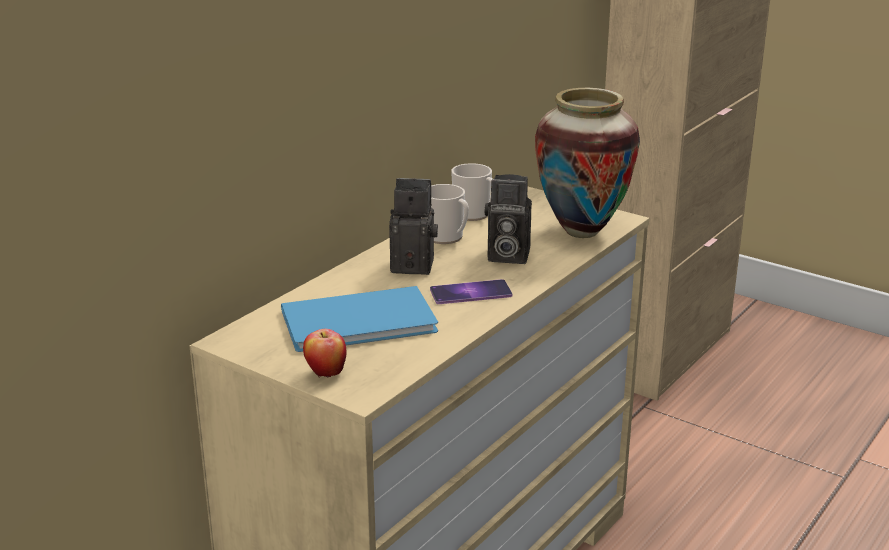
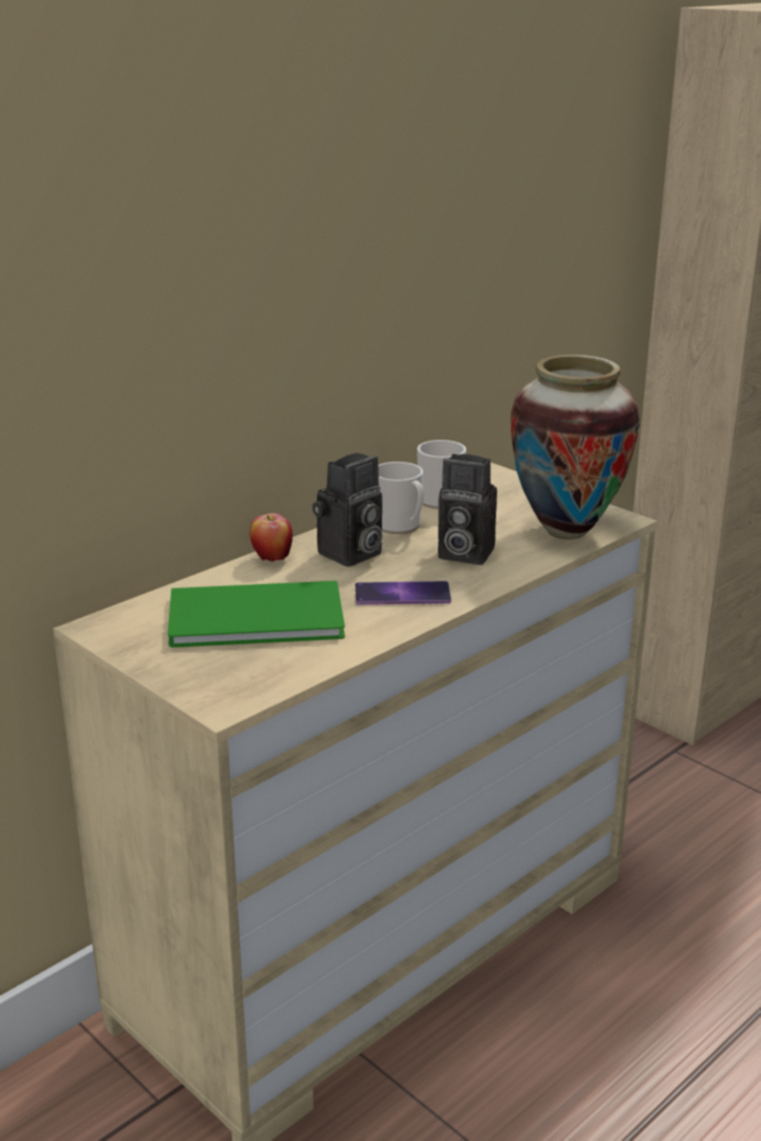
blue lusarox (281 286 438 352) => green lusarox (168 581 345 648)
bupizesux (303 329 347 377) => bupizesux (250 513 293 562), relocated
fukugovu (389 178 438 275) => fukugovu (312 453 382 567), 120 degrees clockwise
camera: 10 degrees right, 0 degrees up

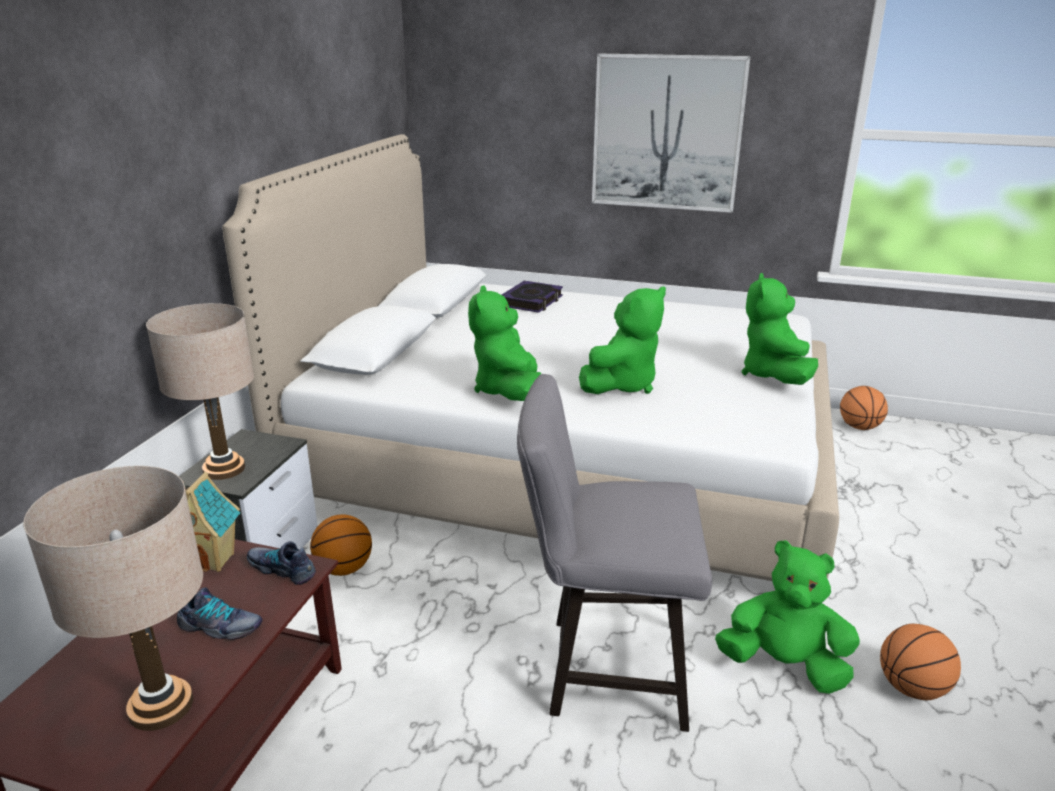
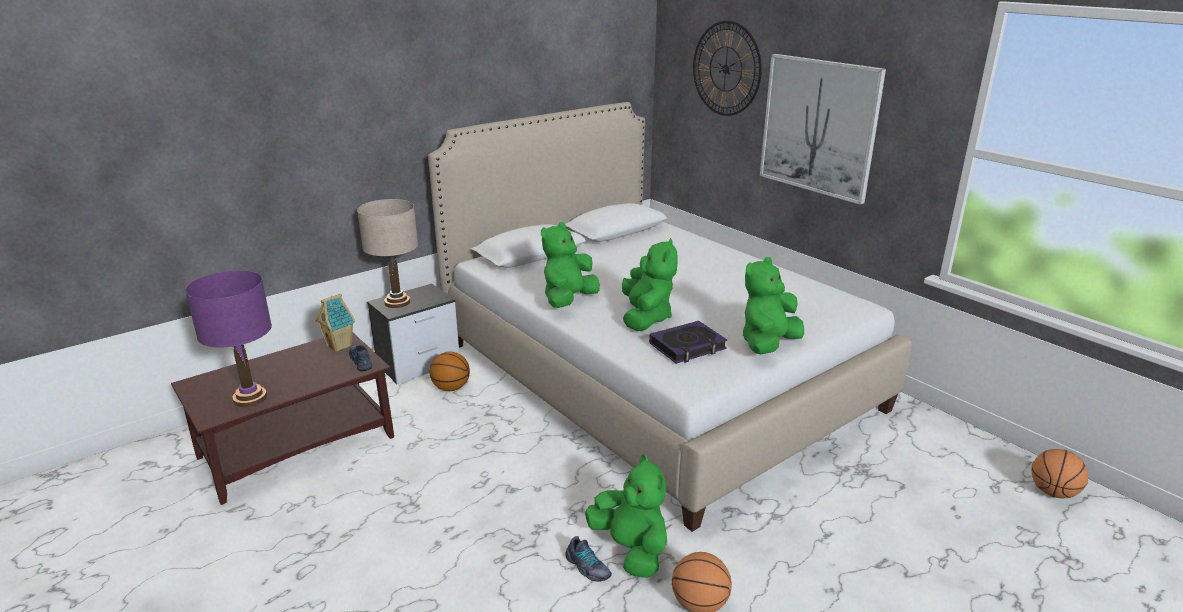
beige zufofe (23 466 203 731) => purple zufofe (185 270 272 407)
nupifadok (177 587 262 640) => nupifadok (565 536 612 582), relocated
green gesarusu (579 287 666 394) => green gesarusu (622 238 678 331), 75 degrees counterclockwise
lusarox (502 281 563 313) => lusarox (649 321 727 364), relocated
nothing => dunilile (693 21 762 116)
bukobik (840 386 888 430) => bukobik (1032 449 1088 498), relocated
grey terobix (517 374 712 732) => nothing
camera: 35 degrees right, 0 degrees up

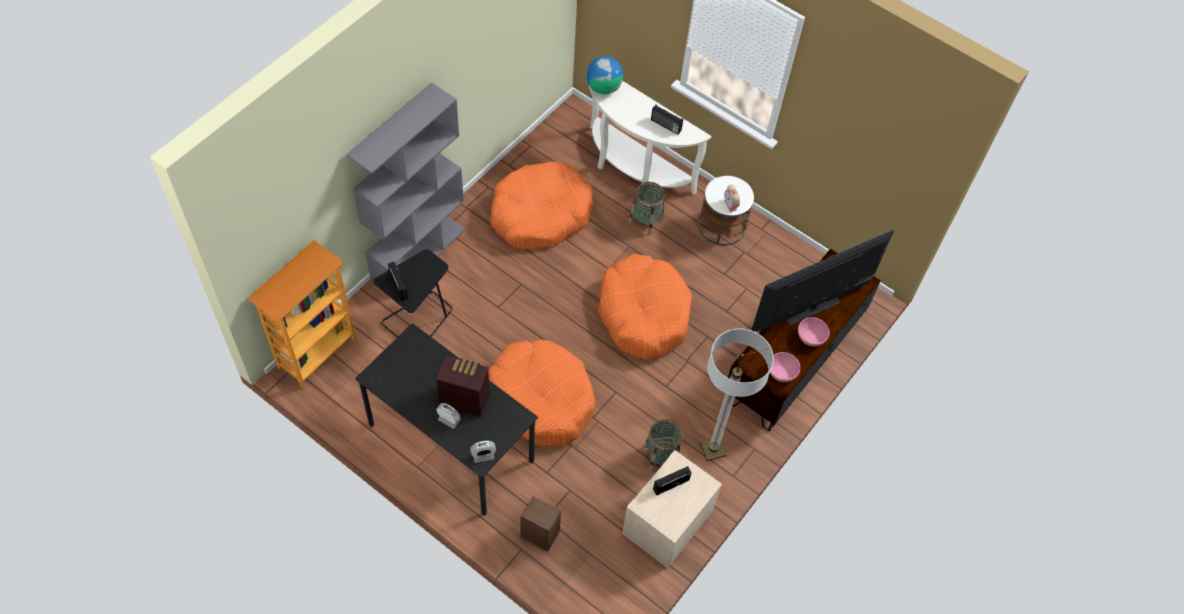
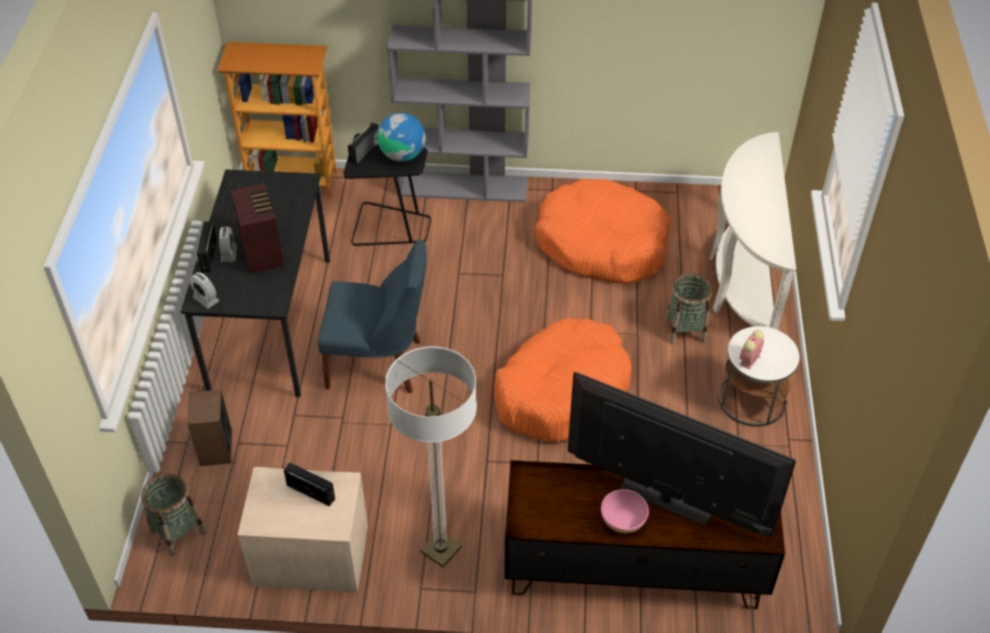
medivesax (644 419 683 471) => medivesax (141 473 206 556), relocated
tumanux (651 104 683 135) => tumanux (197 221 217 272), relocated
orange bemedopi (489 340 595 447) => blue terobix (318 240 426 393)
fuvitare (587 56 623 94) => fuvitare (377 113 425 162), relocated
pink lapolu (770 352 800 382) => nothing
camera: 60 degrees right, 10 degrees down

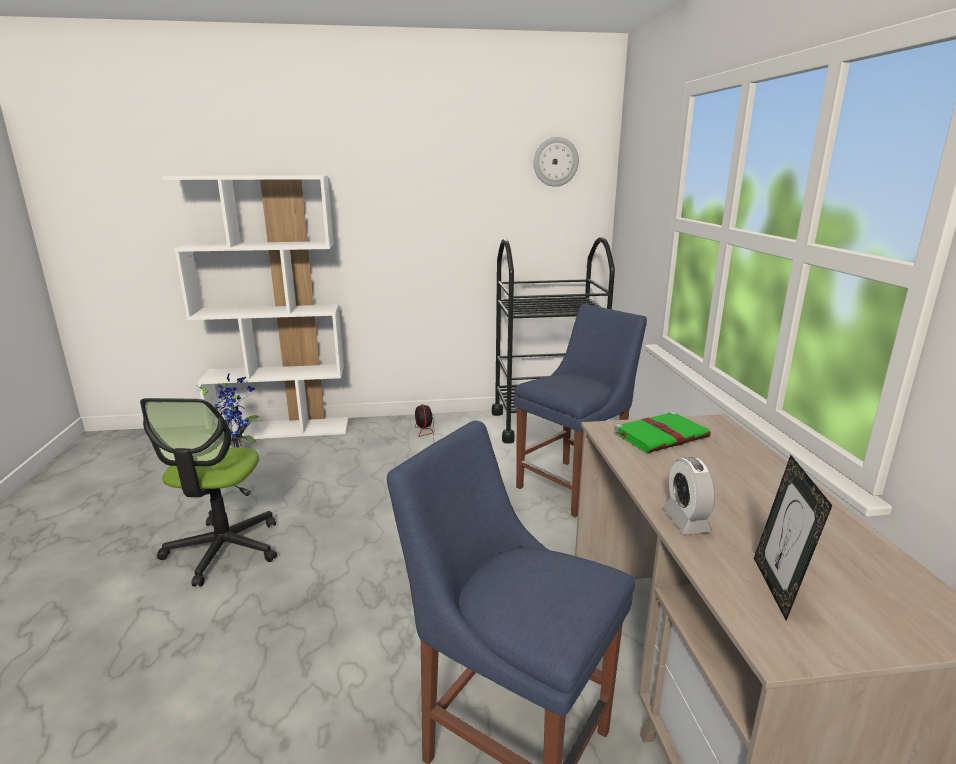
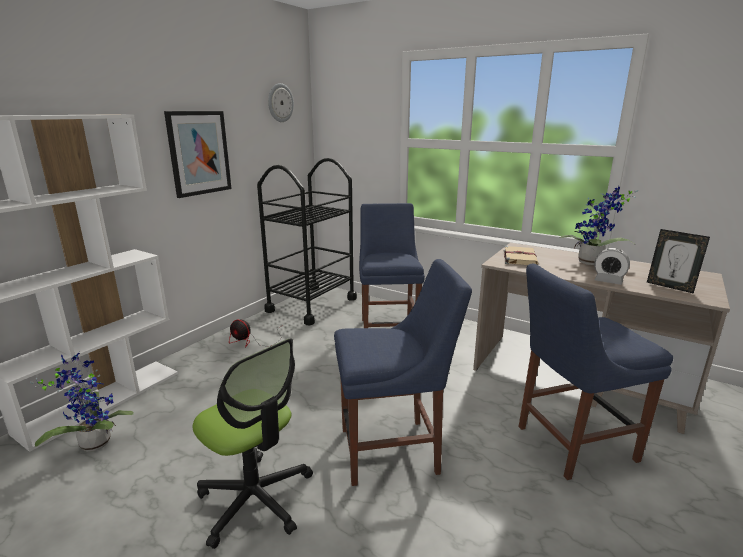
nothing => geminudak (164 111 232 198)
nothing => blue terobix (334 259 472 486)
green lusarox (614 411 711 453) => beige lusarox (504 246 539 265)
nothing => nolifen (559 186 638 265)
camera: 50 degrees left, 0 degrees up

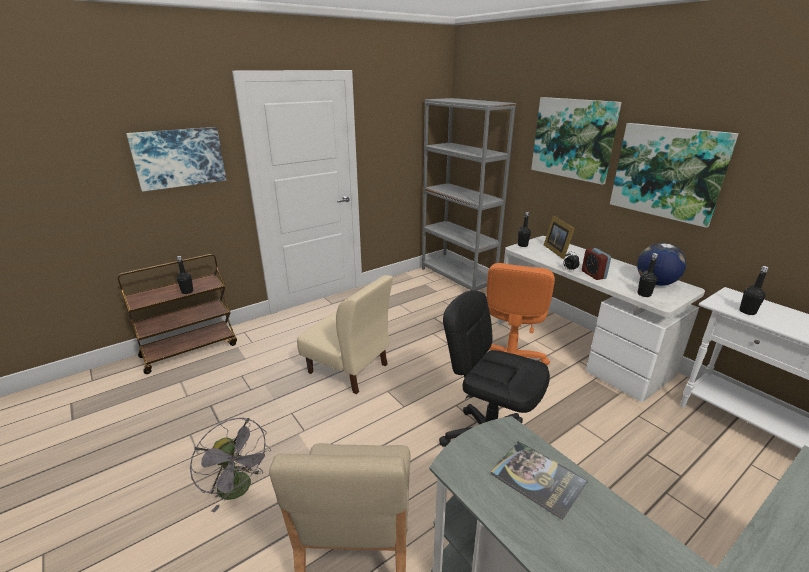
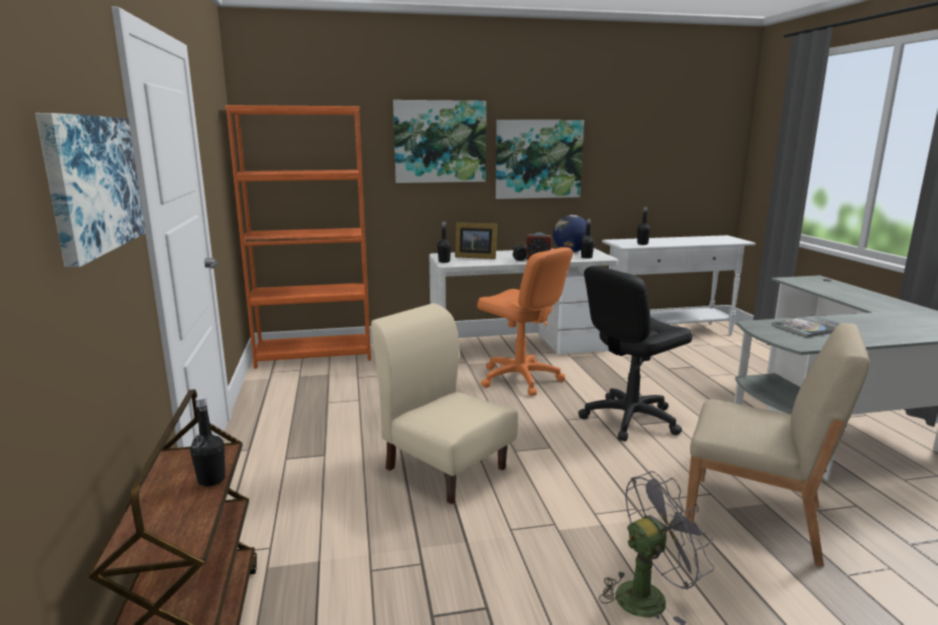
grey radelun (422 98 516 291) => orange radelun (225 105 371 368)
beige terobix (297 275 393 394) => beige terobix (371 303 518 504), 105 degrees counterclockwise
camera: 65 degrees left, 10 degrees down

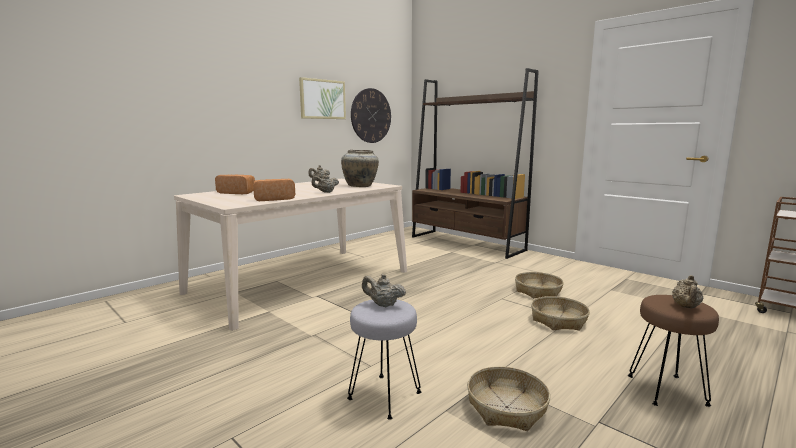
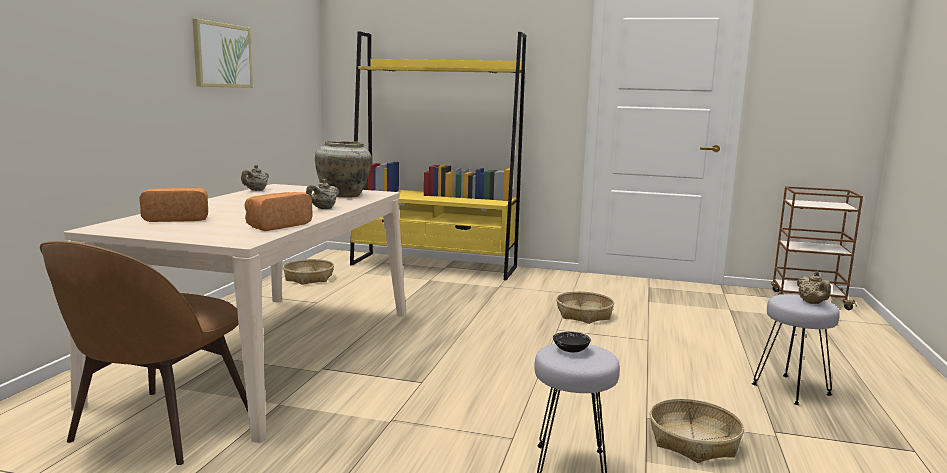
nothing => brown terobix (40 241 248 465)
medivesax (531 296 590 330) => medivesax (283 259 334 285), relocated
brown radelun (412 68 539 259) => yellow radelun (350 31 526 280)
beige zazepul (362 274 406 307) => black lapolu (553 332 591 353)
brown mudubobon (628 295 719 407) => grey mudubobon (752 294 840 405)
dunilile (351 88 391 143) => nothing
camera: 30 degrees left, 0 degrees up

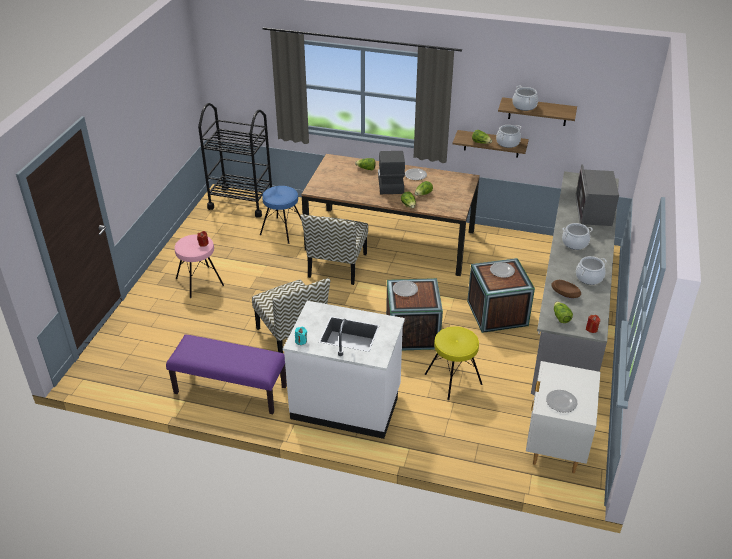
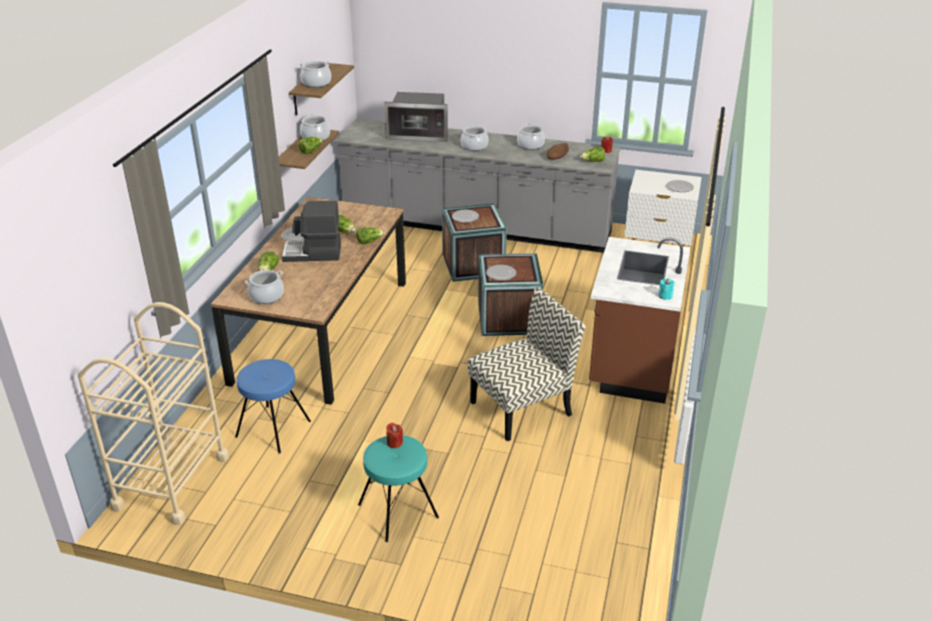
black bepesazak (198 103 272 218) => beige bepesazak (78 302 229 525)
nothing => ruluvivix (245 270 284 304)
pink mudubobon (175 234 224 298) => turquoise mudubobon (358 435 439 542)
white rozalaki (283 301 405 439) => brown rozalaki (589 237 690 404)
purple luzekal (166 335 287 414) => nothing
terobix (301 214 368 285) => nothing
yellow mudubobon (425 326 483 400) => nothing
camera: 90 degrees left, 5 degrees down

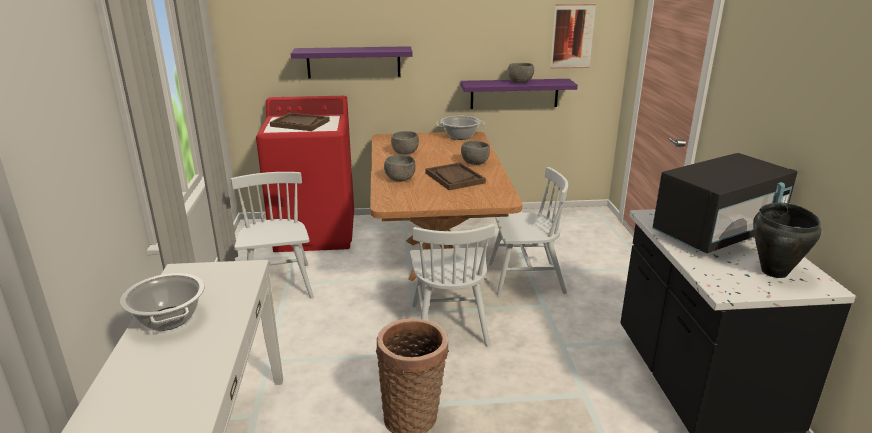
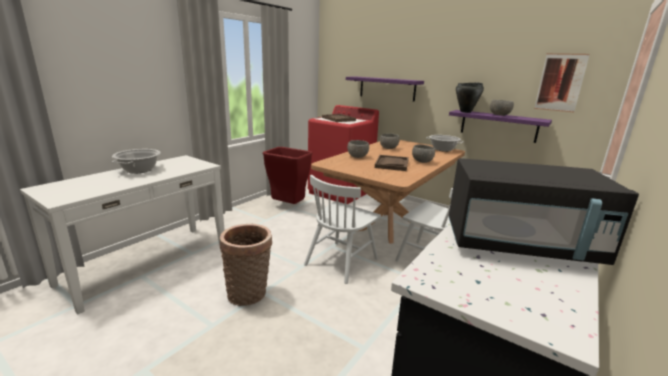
white terobix (231 172 314 298) => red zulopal (262 147 313 204)
black ruluvivix (753 202 822 278) => black ruluvivix (456 82 484 113), relocated
camera: 40 degrees right, 5 degrees down

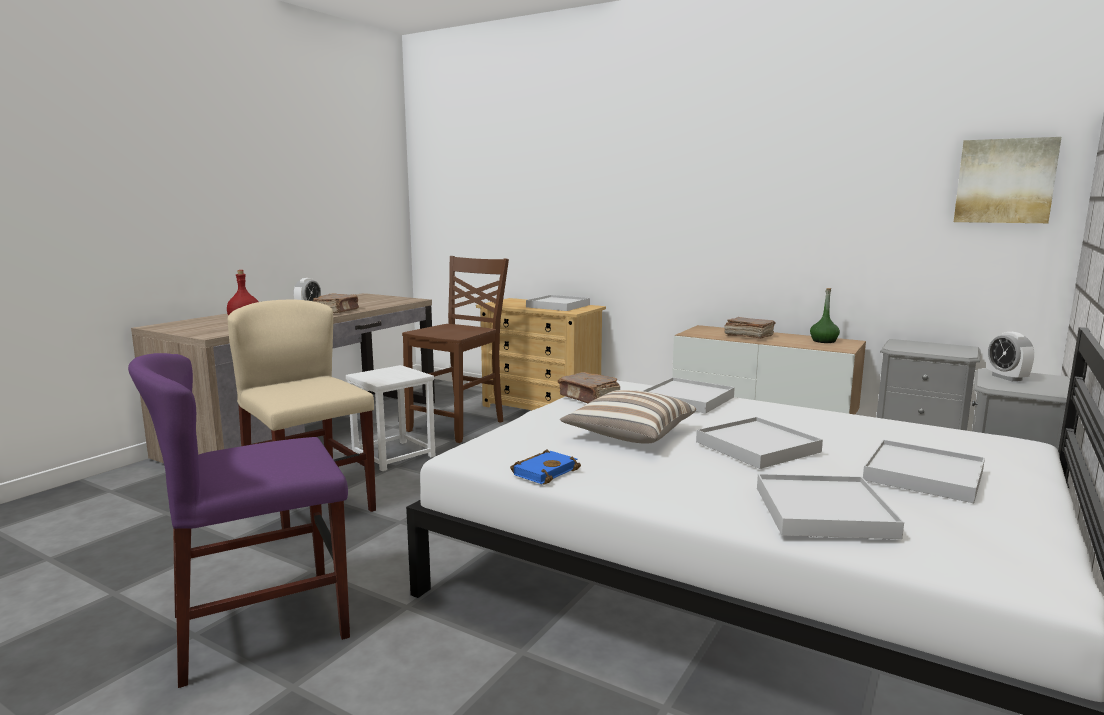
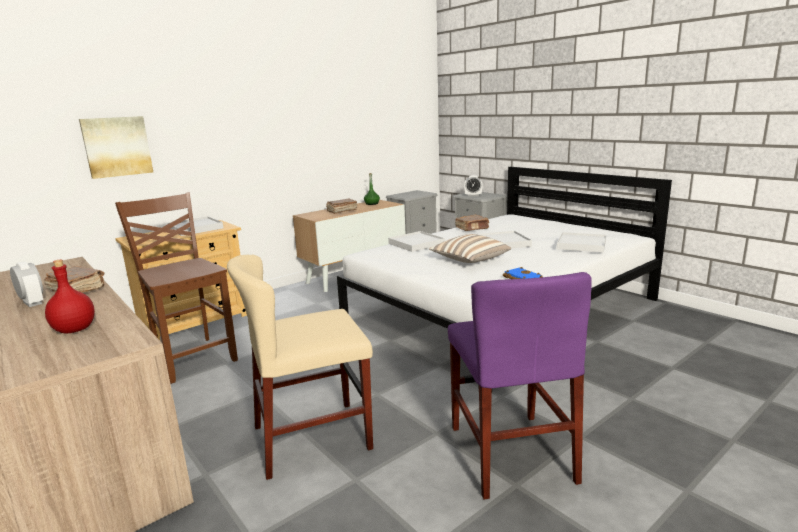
geminudak (954 137 1061 223) => geminudak (79 116 153 179), relocated
brown lusarox (558 372 620 403) => brown lusarox (455 215 489 231), relocated
white mudubobon (346 365 435 471) => nothing
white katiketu (863 440 985 503) => nothing
camera: 70 degrees left, 5 degrees up

